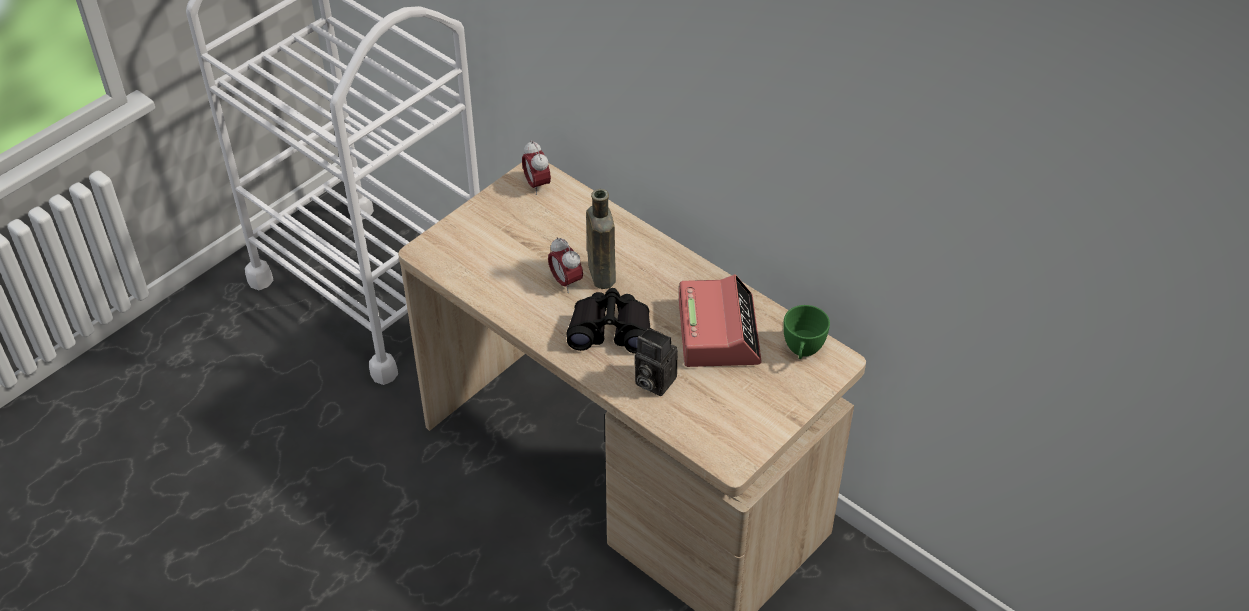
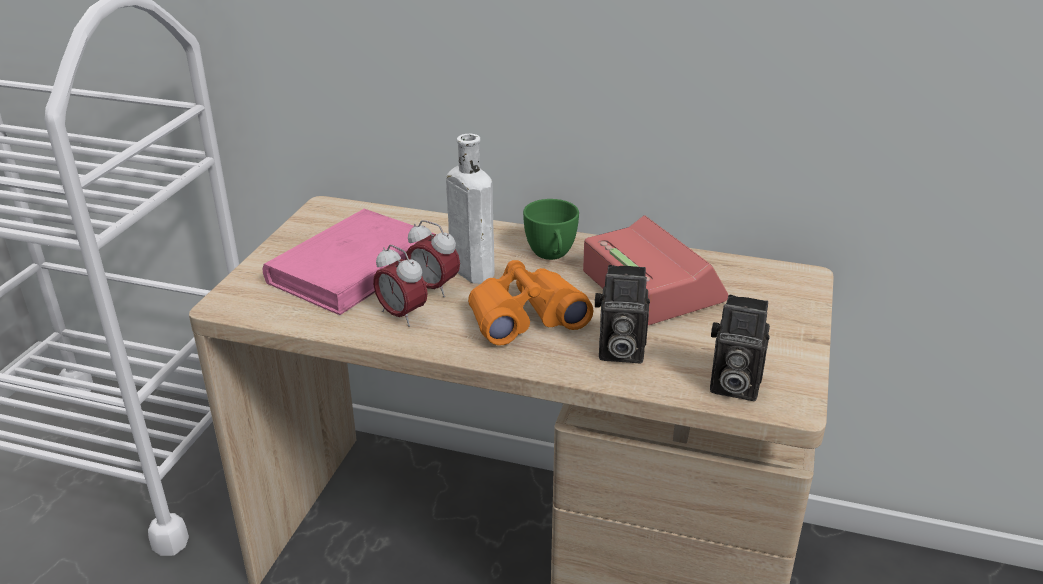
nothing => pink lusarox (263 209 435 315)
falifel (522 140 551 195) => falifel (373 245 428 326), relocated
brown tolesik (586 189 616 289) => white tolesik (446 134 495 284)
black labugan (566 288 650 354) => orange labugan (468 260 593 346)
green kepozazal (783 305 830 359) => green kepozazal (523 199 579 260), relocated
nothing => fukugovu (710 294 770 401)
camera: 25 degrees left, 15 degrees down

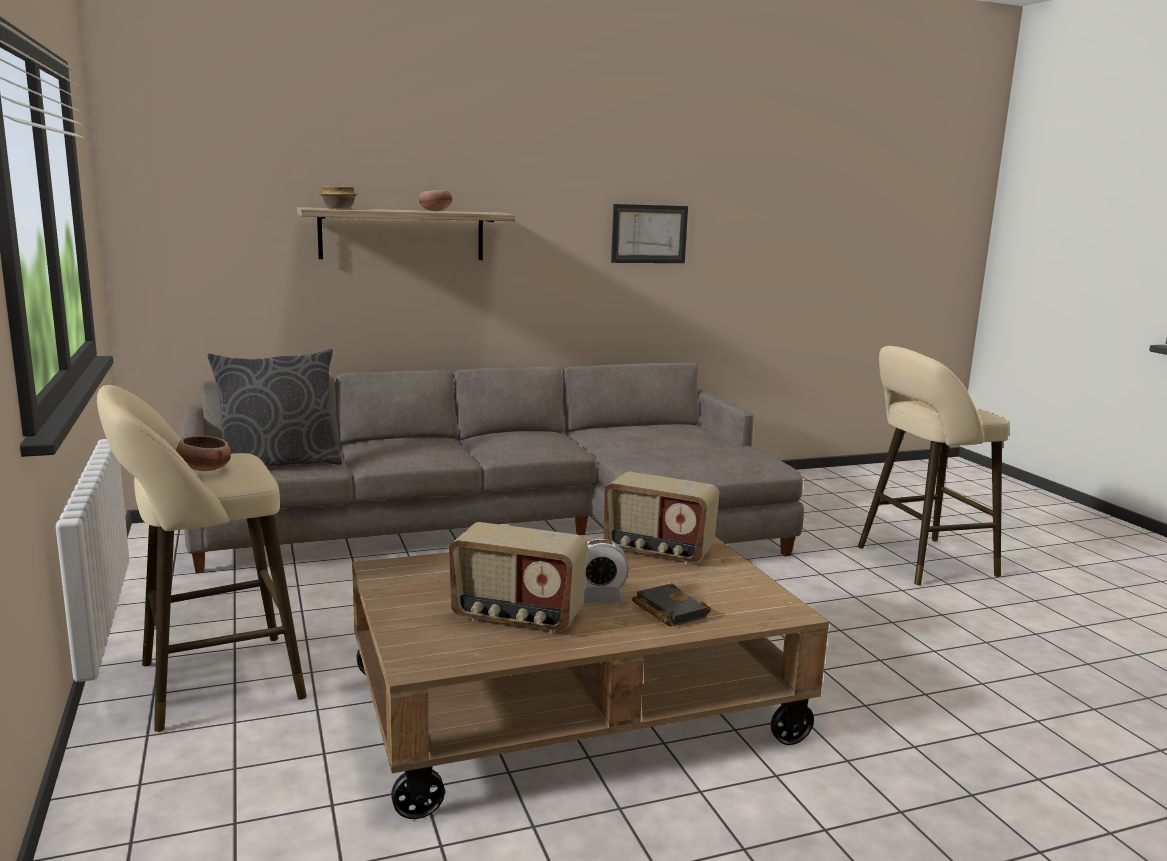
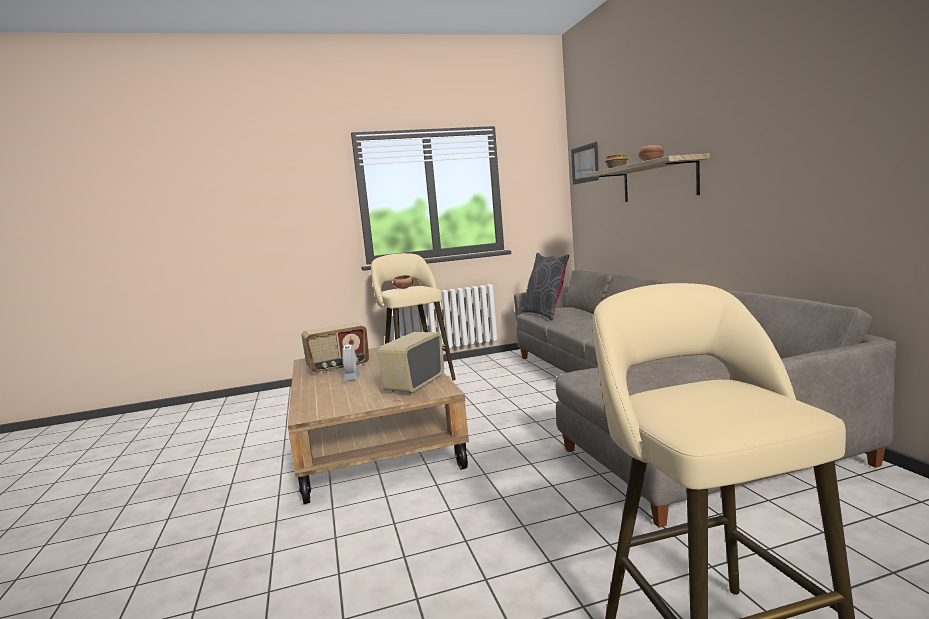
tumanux (449 522 588 633) => tumanux (301 322 369 374), 135 degrees counterclockwise
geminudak (611 204 688 263) => geminudak (571 142 599 184), relocated
black lusarox (632 583 711 626) => nothing
camera: 95 degrees right, 5 degrees down

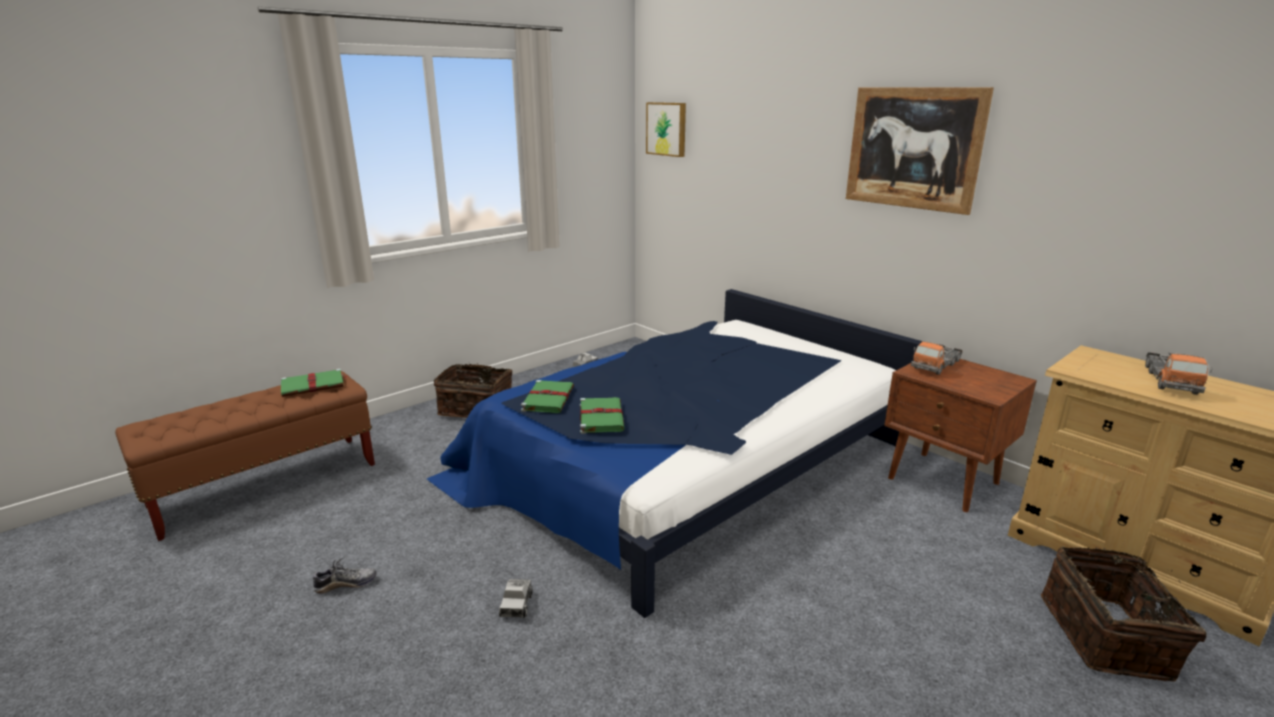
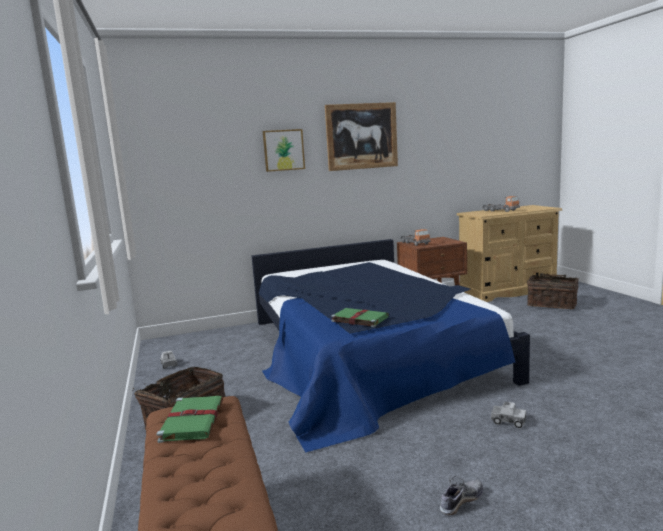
geminudak (646 102 686 157) => geminudak (263 129 305 172), relocated
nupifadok (311 557 376 594) => nupifadok (440 475 483 515), 45 degrees clockwise
green lusarox (580 397 625 434) => nothing
camera: 65 degrees left, 10 degrees down

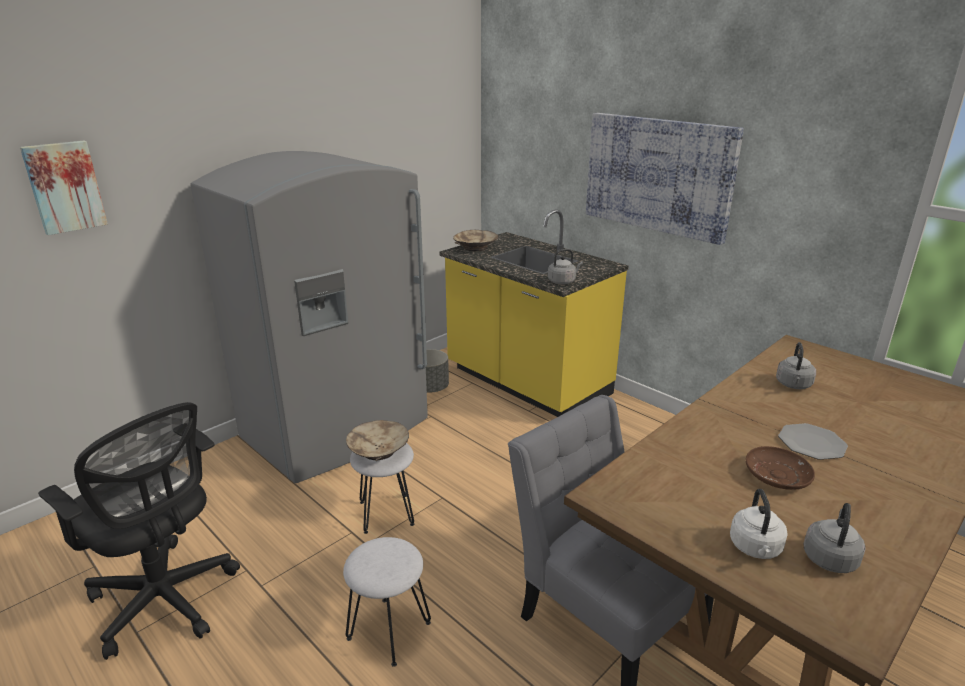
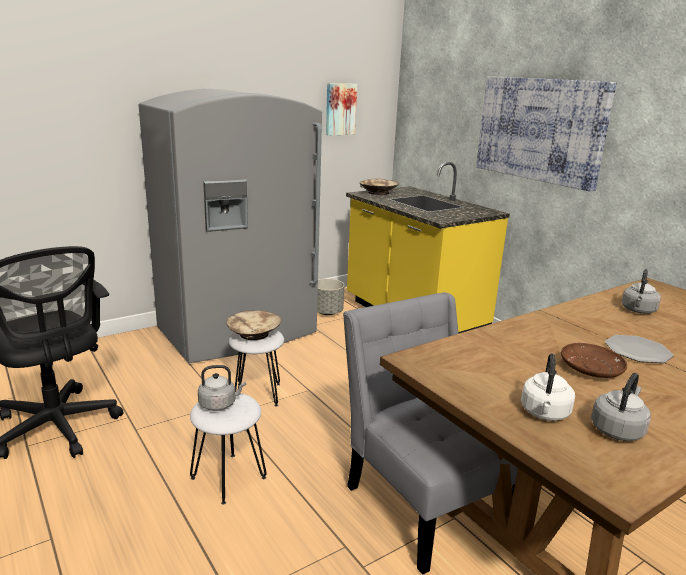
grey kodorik (548 249 583 284) => grey kodorik (198 365 246 411), relocated
geminudak (20 140 108 235) => geminudak (326 83 357 136), relocated
camera: 10 degrees right, 5 degrees down

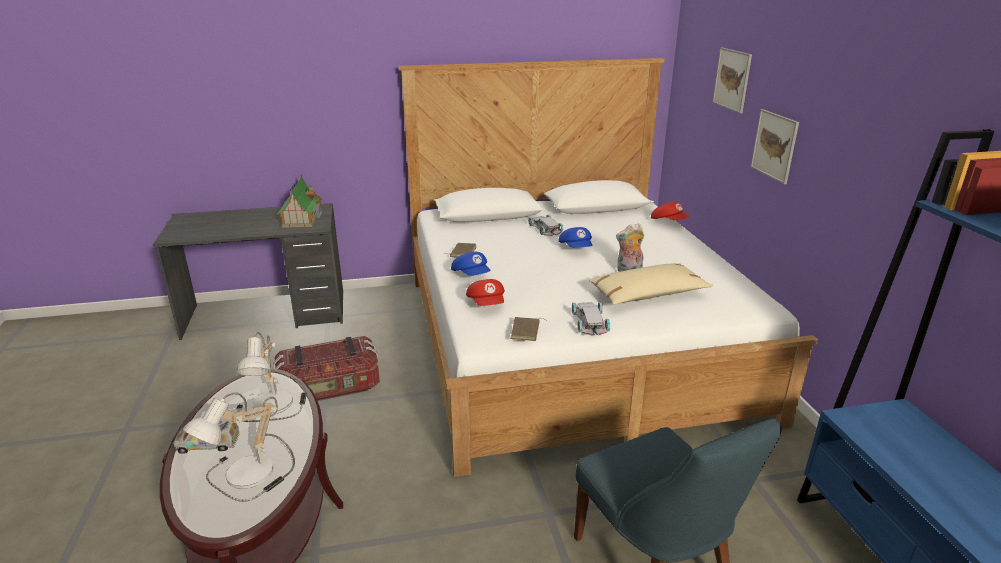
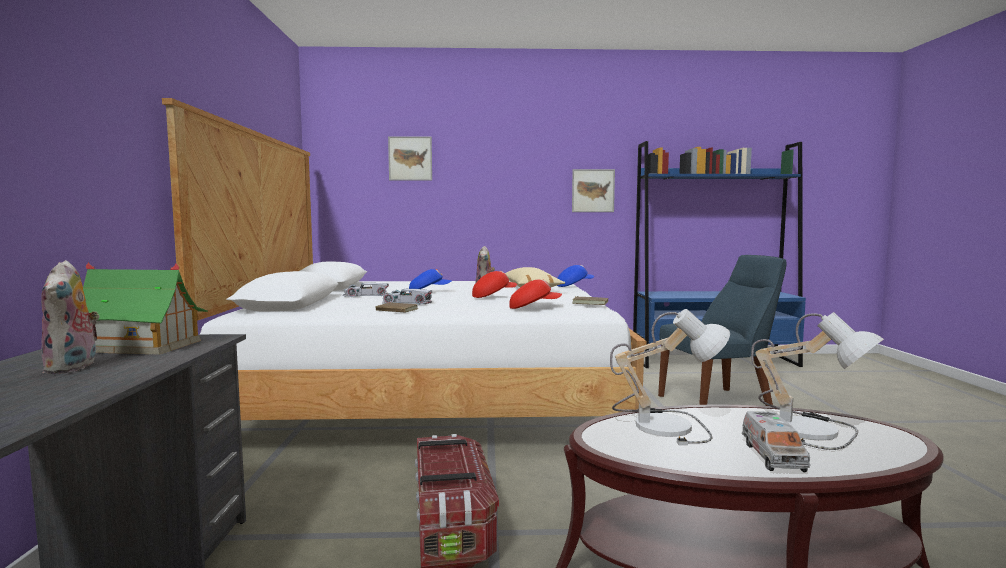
nothing => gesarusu (41 260 100 374)
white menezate (572 302 610 336) => white menezate (382 289 432 305), relocated
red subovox (651 202 690 221) => red subovox (472 271 517 298), relocated
blue subovox (451 252 491 276) => blue subovox (557 265 594 287), relocated
geminudak (750 109 799 184) => geminudak (572 169 615 212), relocated
camera: 80 degrees left, 20 degrees down

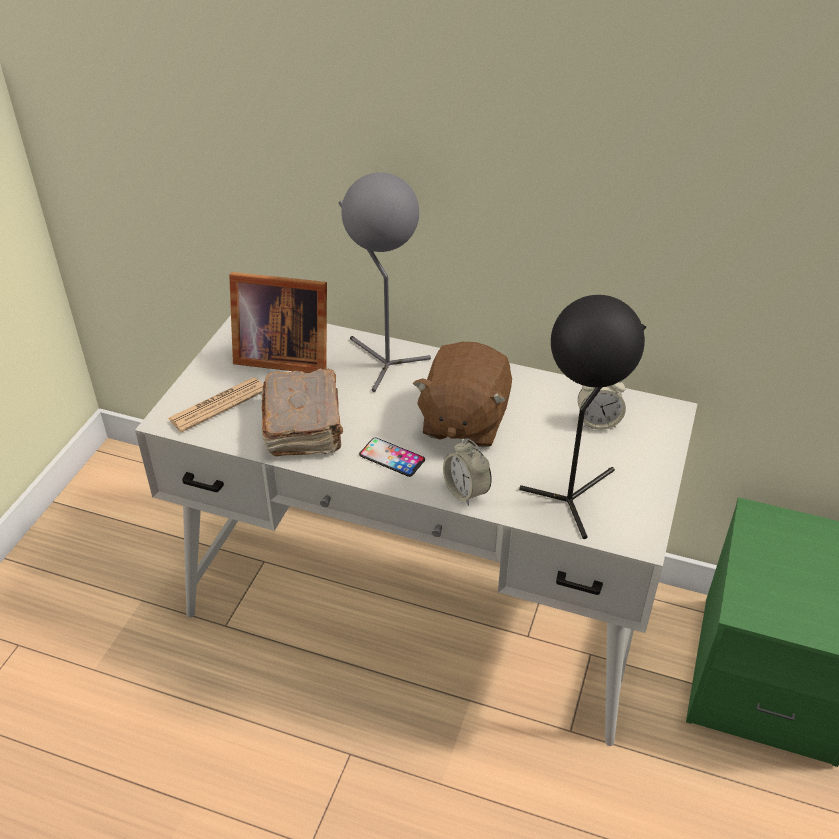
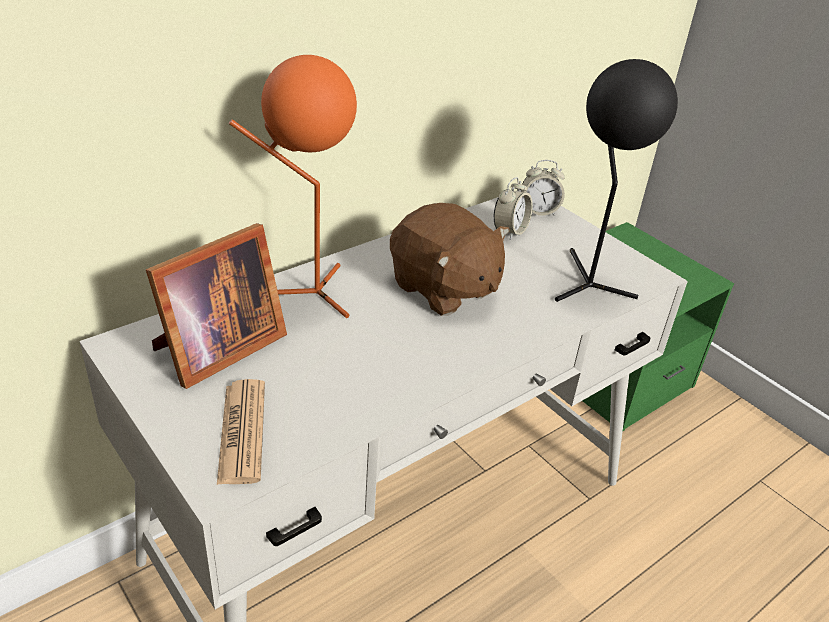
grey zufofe (338 172 431 392) => orange zufofe (229 55 357 318)
falifel (443 439 492 506) => falifel (521 160 565 216), relocated
brown lusarox (262 368 343 456) => nothing
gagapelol (359 437 425 477) => nothing
camera: 60 degrees left, 5 degrees down

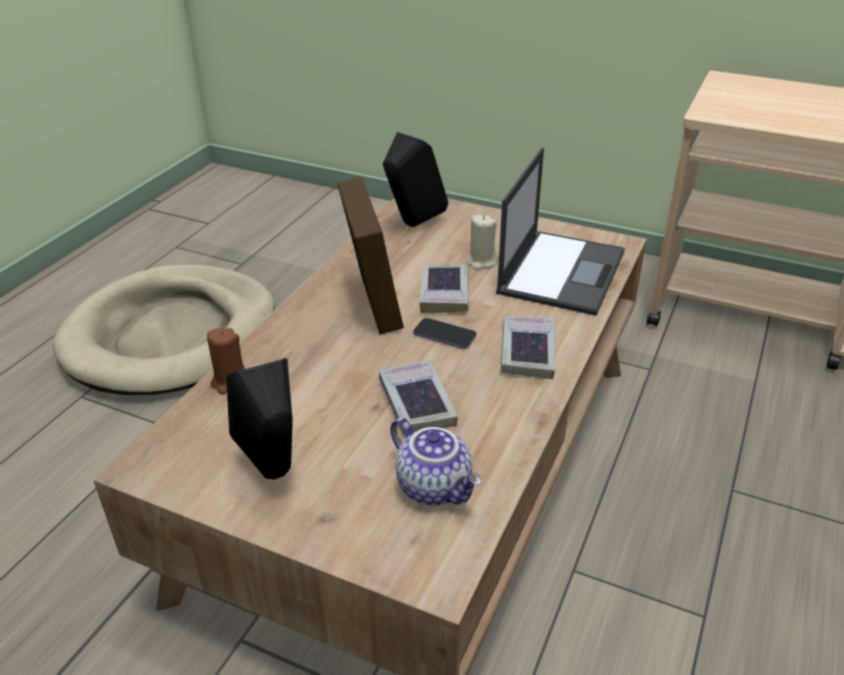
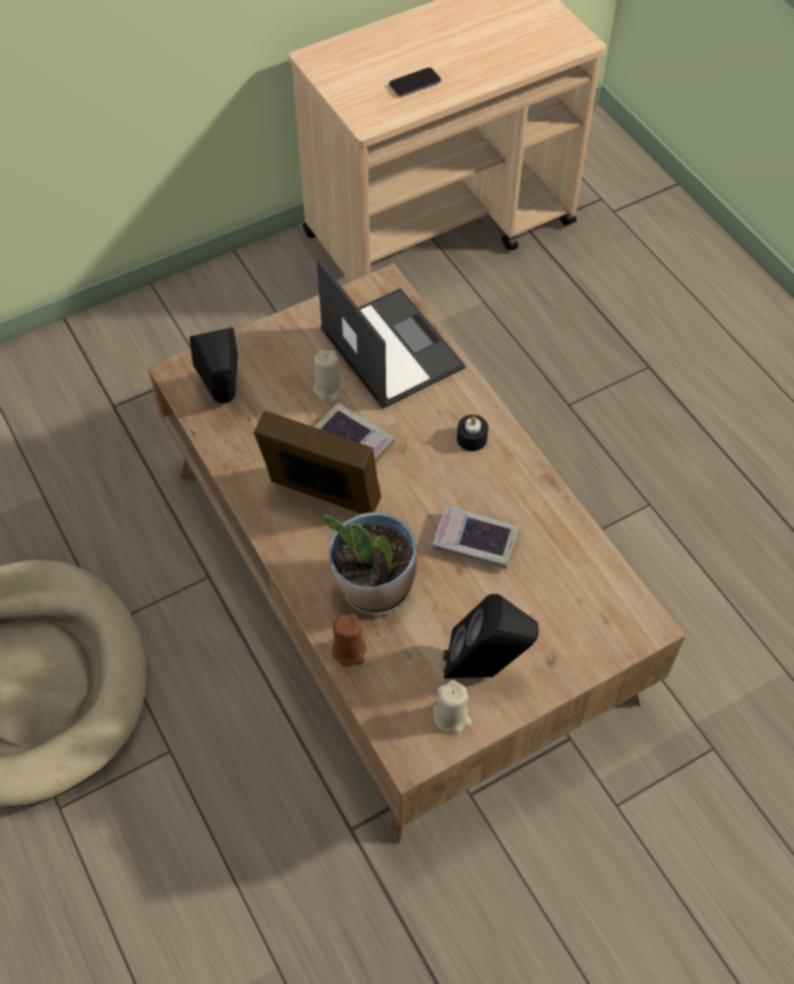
nothing => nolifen (324 512 417 615)
gagapelol (413 318 476 349) => gagapelol (389 68 441 97), relocated
nothing => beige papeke (433 680 472 734)
lusarox (501 316 555 379) => black papeke (457 415 488 451)
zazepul (390 418 482 505) => nothing
camera: 55 degrees left, 20 degrees up

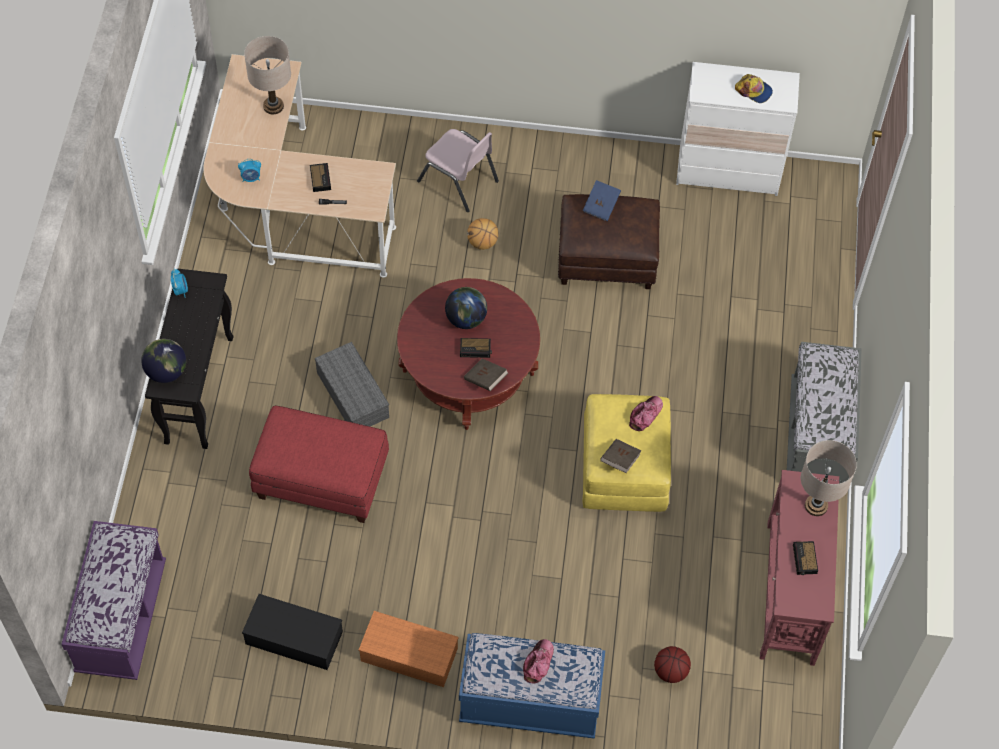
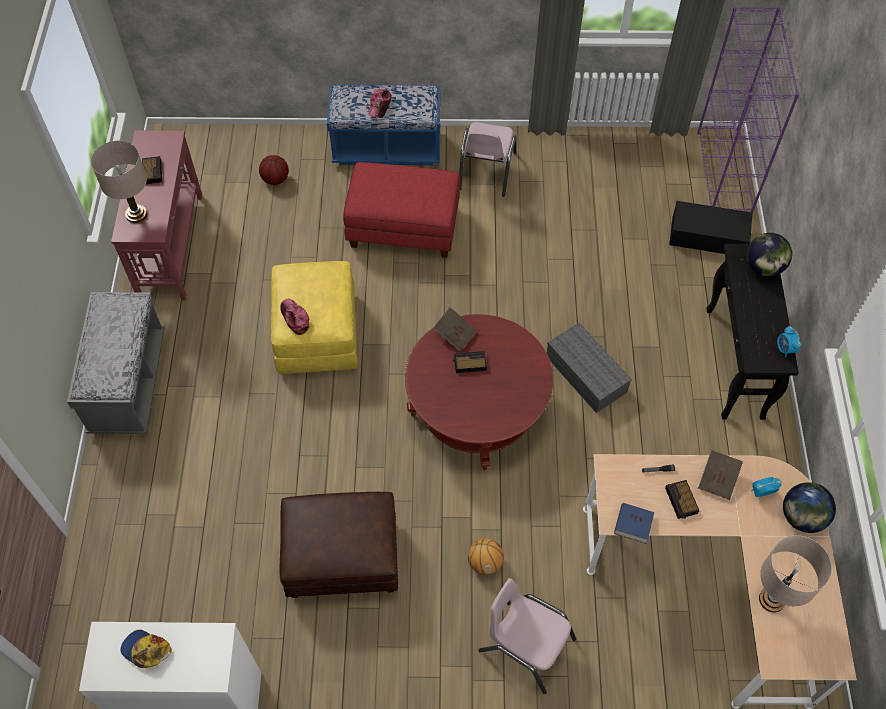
subovox (629 396 663 431) => subovox (280 299 309 335), 120 degrees clockwise
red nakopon (249 406 389 523) => red nakopon (343 162 460 258), relocated
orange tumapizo (359 611 458 687) => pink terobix (459 122 517 197)
blue lusarox (583 180 621 221) => blue lusarox (614 503 654 544), relocated
black tumapizo (242 594 343 670) => black tumapizo (669 201 752 254), relocated
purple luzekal (61 521 166 680) => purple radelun (697 7 799 214)
brown lusarox (600 439 641 473) => brown lusarox (698 450 743 500), relocated
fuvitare (445 287 487 329) => fuvitare (783 482 836 533), relocated
camera: 175 degrees right, 0 degrees up

